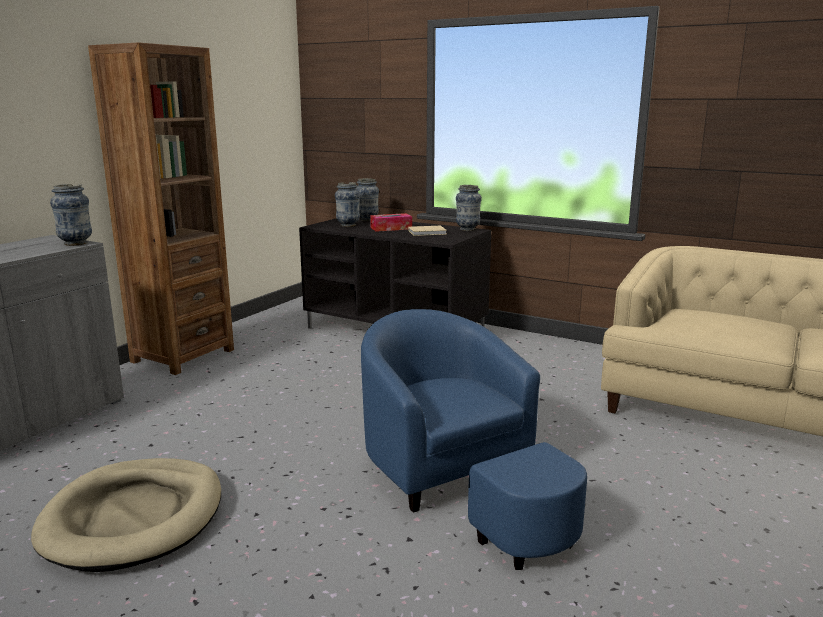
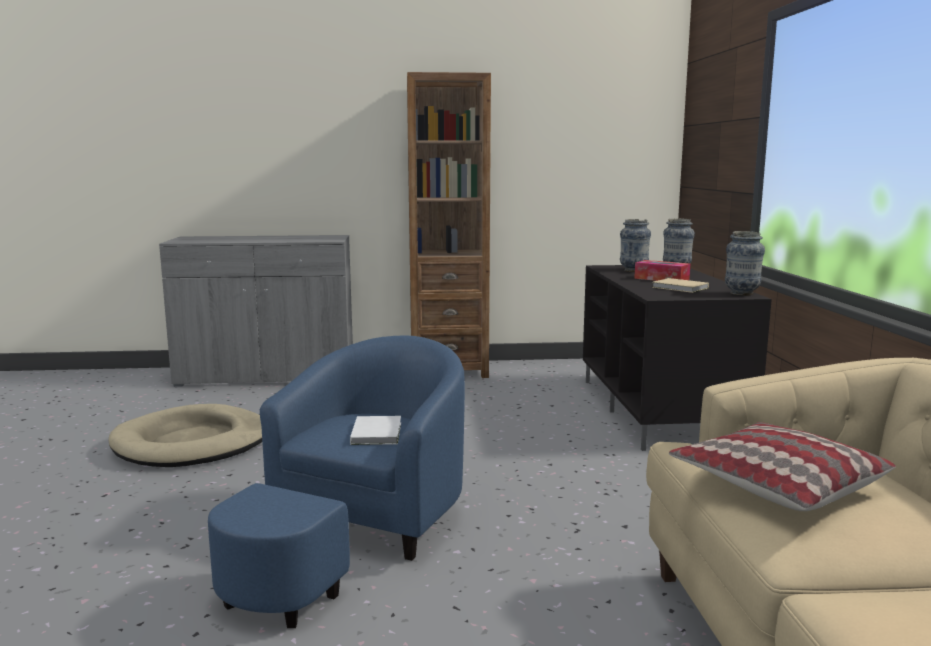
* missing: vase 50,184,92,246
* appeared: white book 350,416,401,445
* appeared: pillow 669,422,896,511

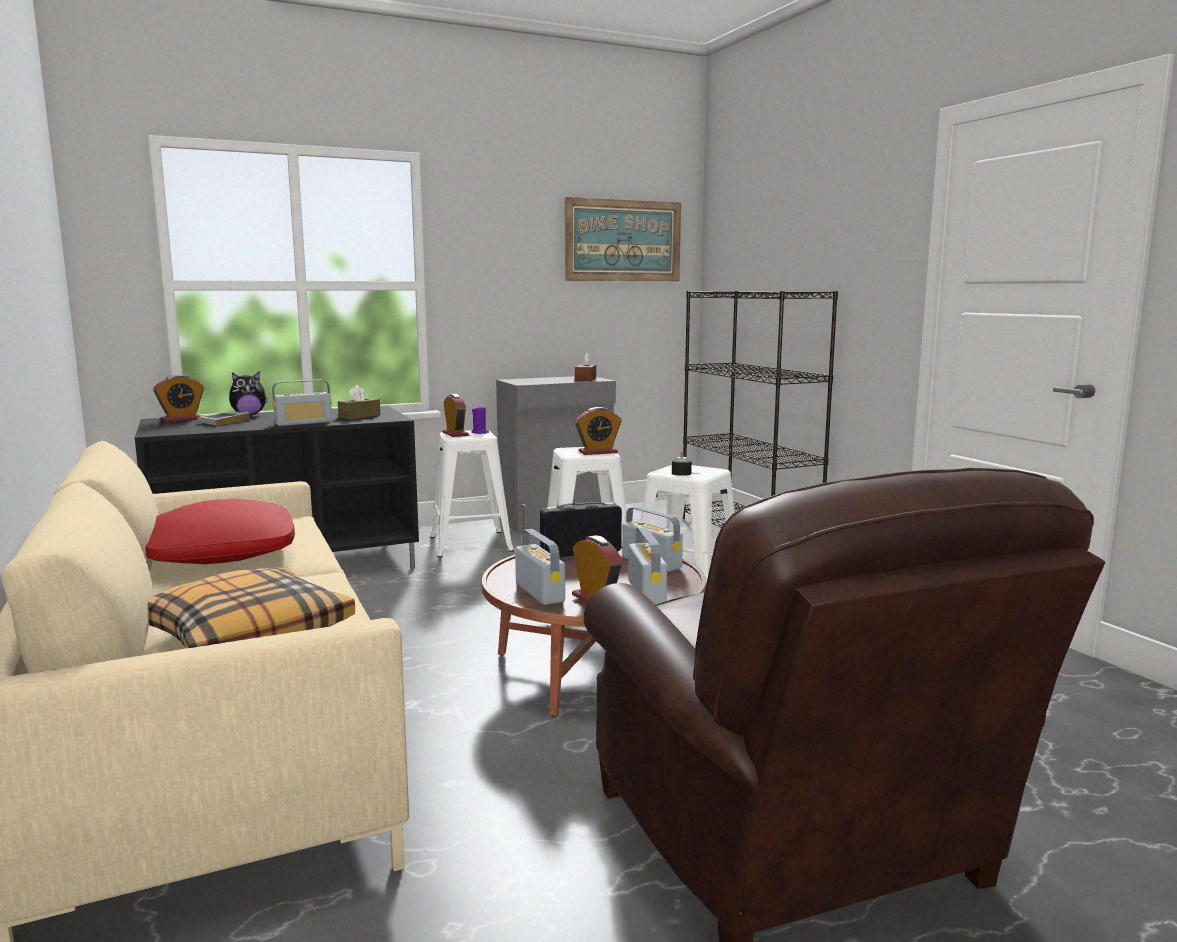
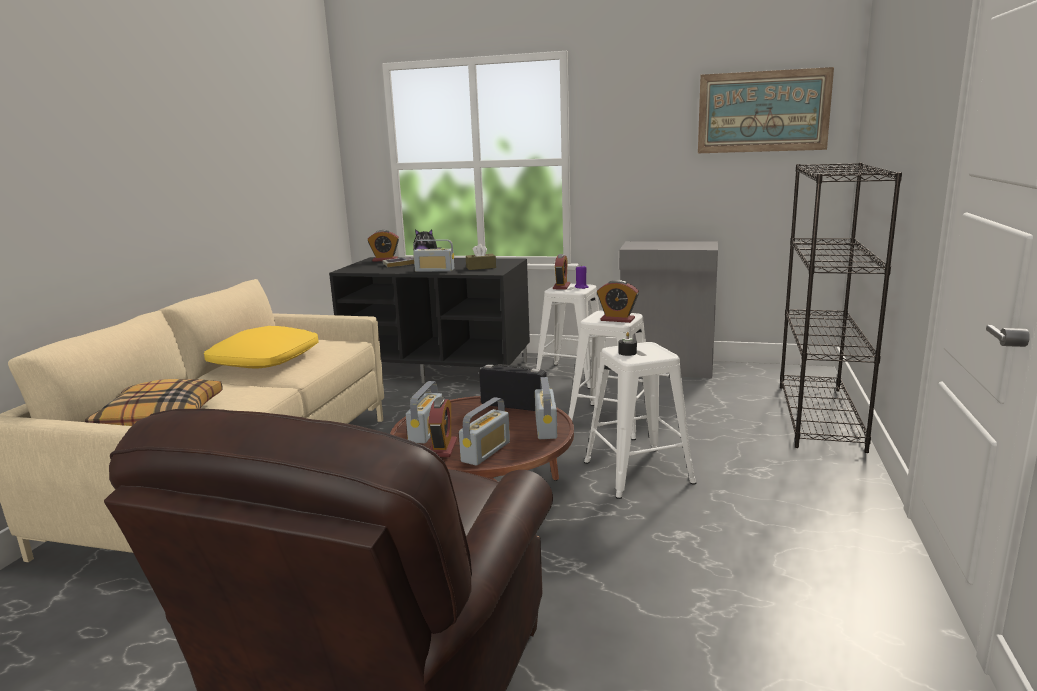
* missing: brown tissue box 575,353,596,381
* colour: red pillow 145,499,295,564 to yellow pillow 204,326,318,369

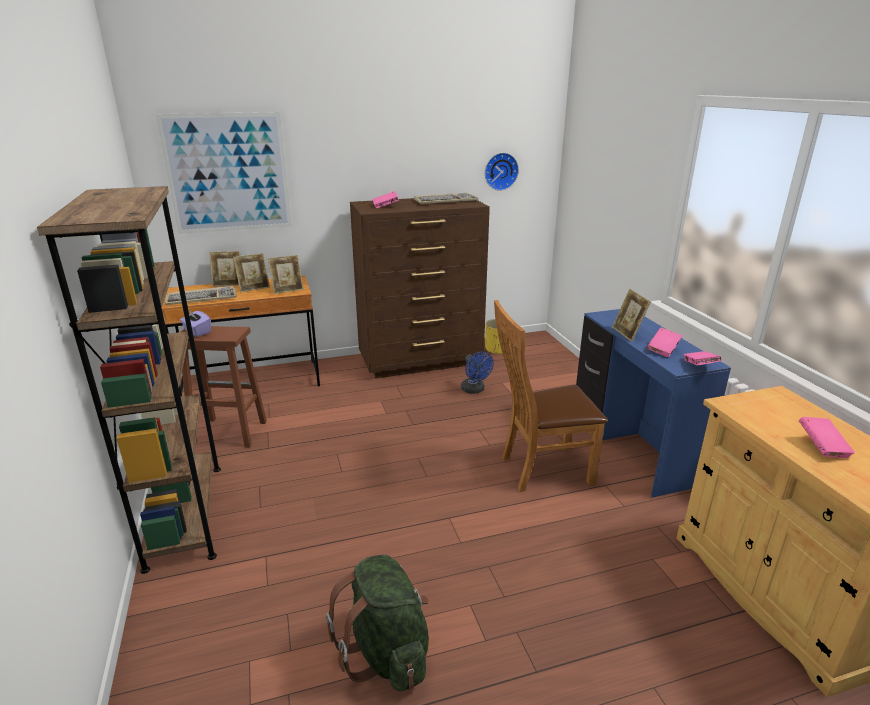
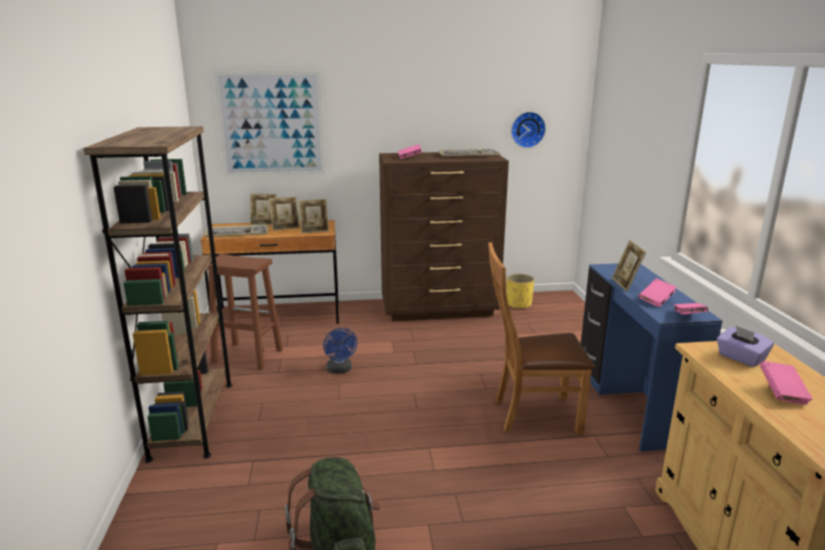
* relocated: purple tissue box 180,310,211,337 to 717,325,774,367
* relocated: blue fan 461,352,494,394 to 323,328,358,374

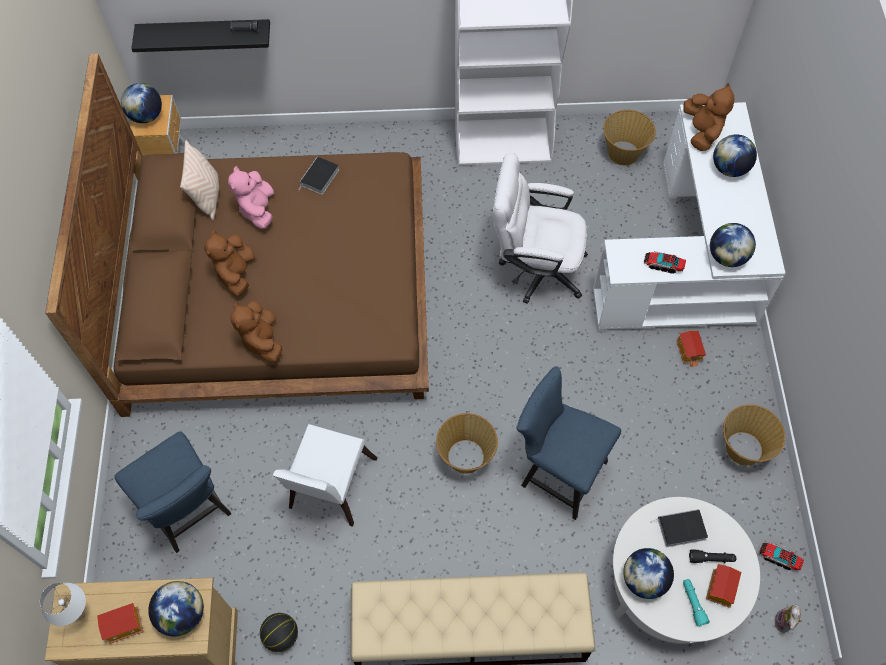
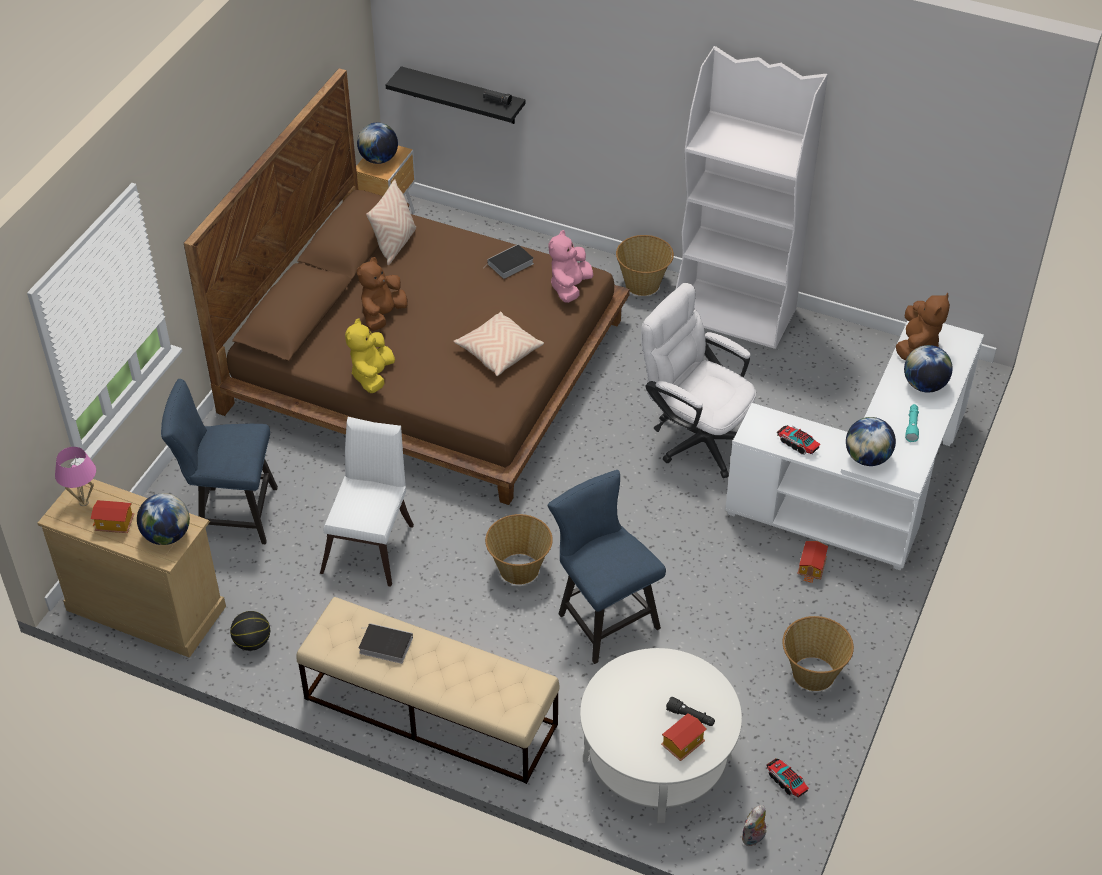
* relocated: basket 603,110,656,166 to 616,235,674,296
* relocated: pink plush toy 228,166,274,229 to 549,230,593,303
* colour: brown plush toy 230,301,282,362 to yellow plush toy 345,318,395,393
* spun: white chair 273,424,377,527 = 320,417,414,587 150 degrees clockwise
* spun: blue chair 114,432,231,553 = 161,379,278,544 105 degrees clockwise
* relocated: book 651,509,708,547 to 359,623,413,664
* missing: globe 623,548,674,599
* relocated: turquoise flashlight 683,579,710,627 to 905,404,919,442
* colour: white table lamp 40,583,86,626 to pink table lamp 55,447,96,506
* appeared: beige pillow 453,311,544,376

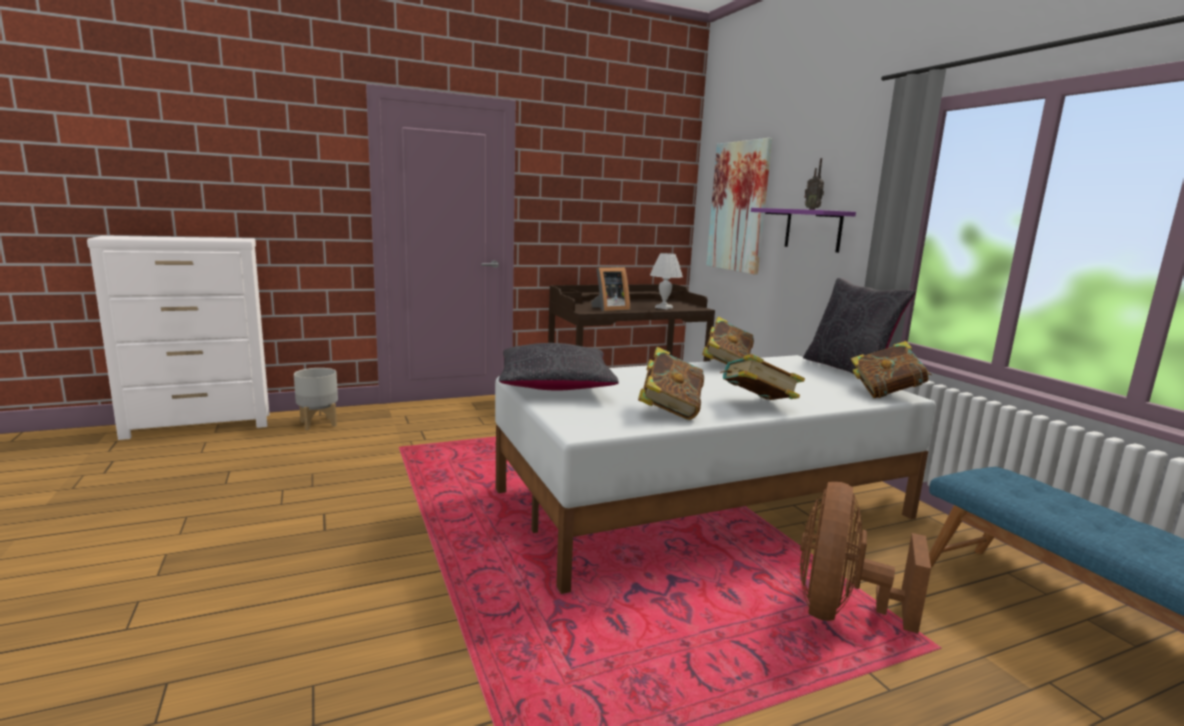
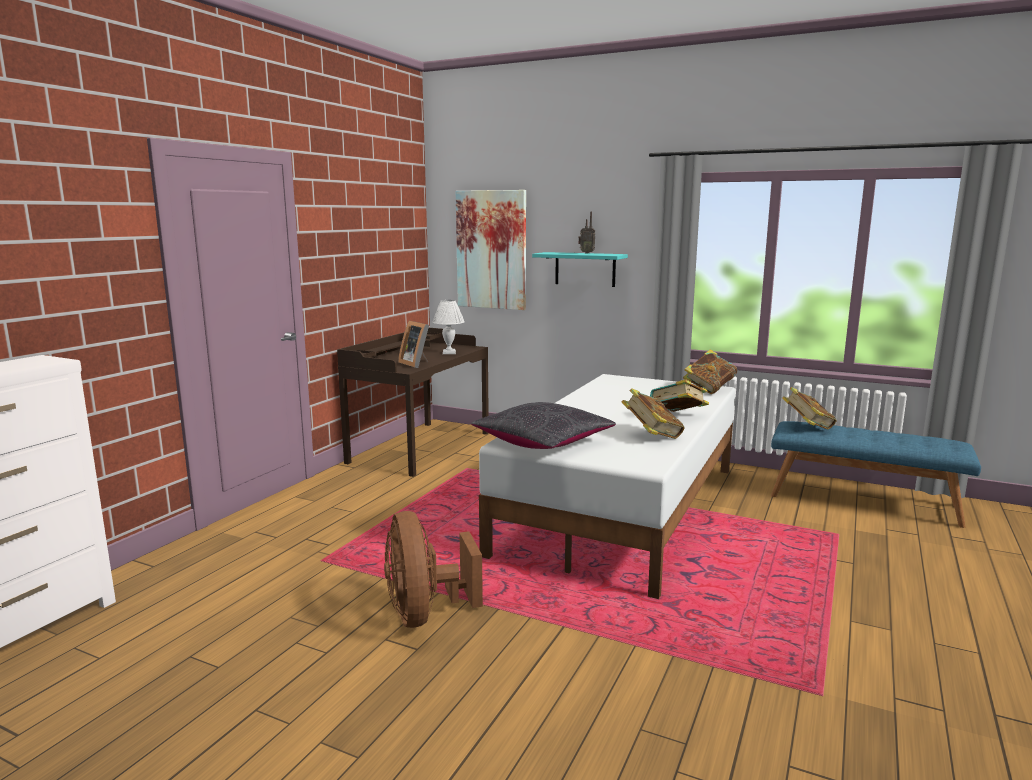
* colour: purple shelf 751,208,856,253 to turquoise shelf 532,252,628,287
* spun: picture frame 591,267,630,312 = 398,321,429,368 120 degrees clockwise
* missing: black pillow 803,278,916,374
* relocated: book 702,317,754,365 to 782,387,837,430
* missing: grey planter 294,368,338,430
* relocated: brown fan 800,482,931,633 to 384,511,483,628

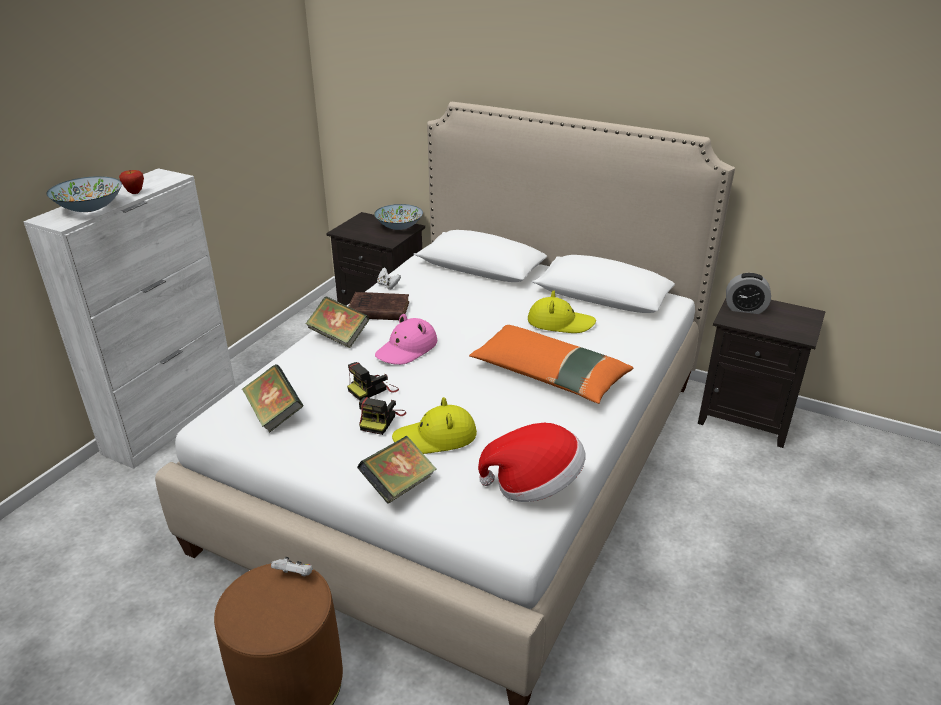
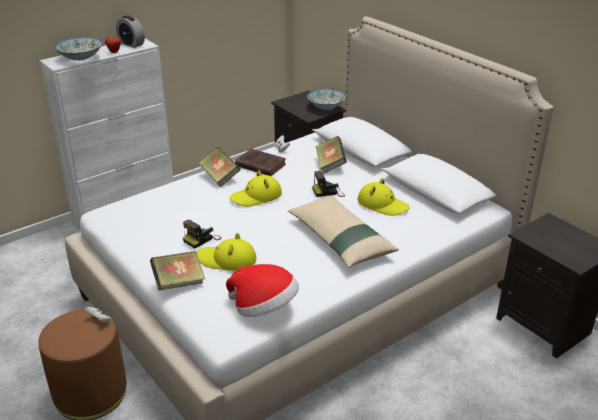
* relocated: alarm clock 726,273,771,314 to 116,15,145,48
* colour: pink hat 375,314,437,365 to yellow hat 230,170,282,207
* colour: orange pillow 469,325,634,404 to beige pillow 288,196,399,268
* relocated: photo camera 347,362,399,400 to 312,171,345,197
* relocated: book 242,365,304,432 to 316,136,347,173

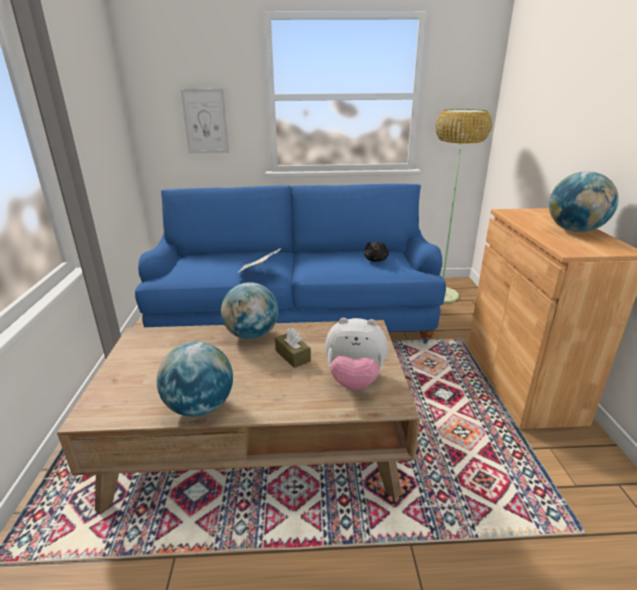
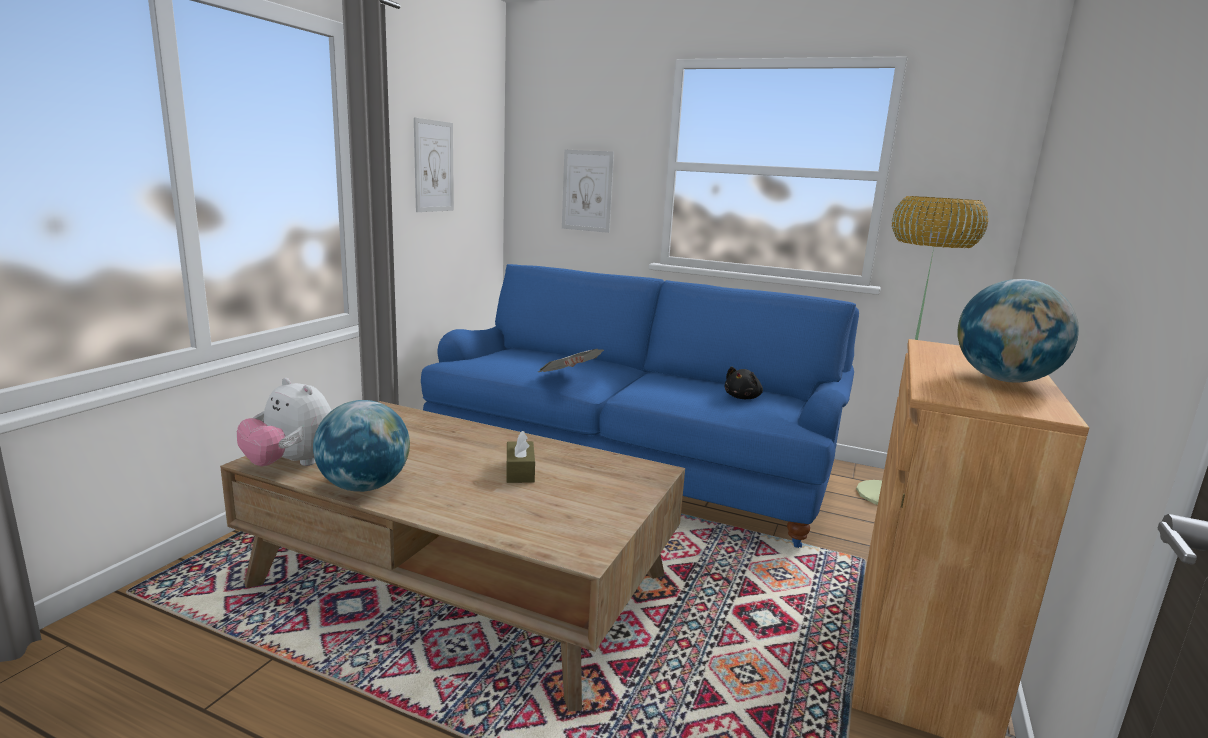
* missing: globe 221,282,279,339
* relocated: plush toy 325,318,388,390 to 237,378,332,466
* appeared: picture 414,117,454,212

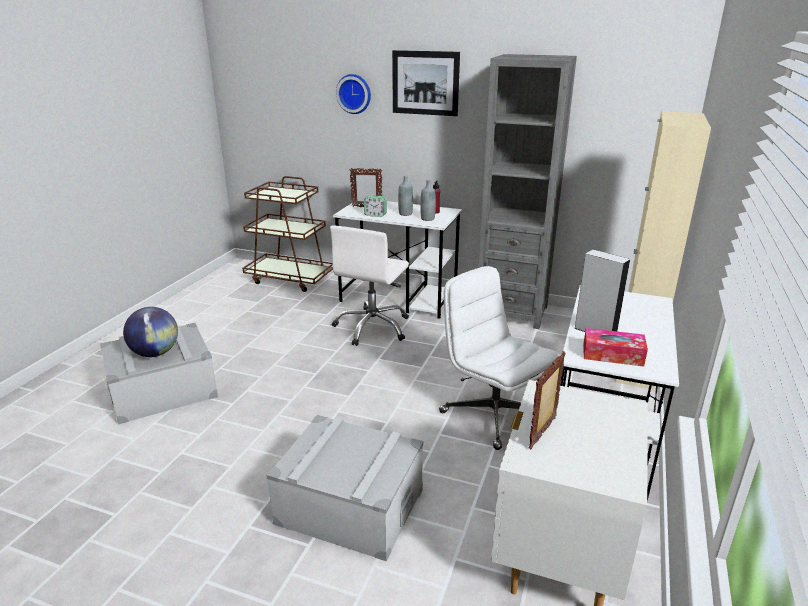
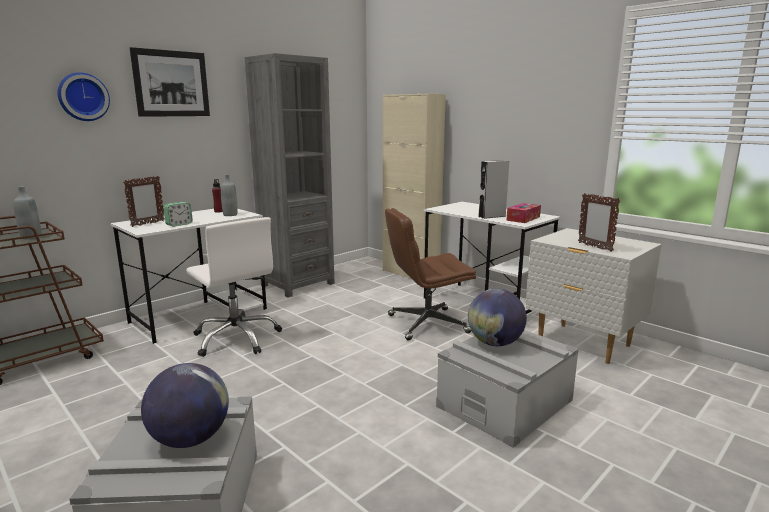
* relocated: grey bottle 398,175,413,216 to 13,186,41,239
* colour: white office chair 439,266,560,450 to brown office chair 385,208,476,340
* appeared: globe 468,289,527,346

